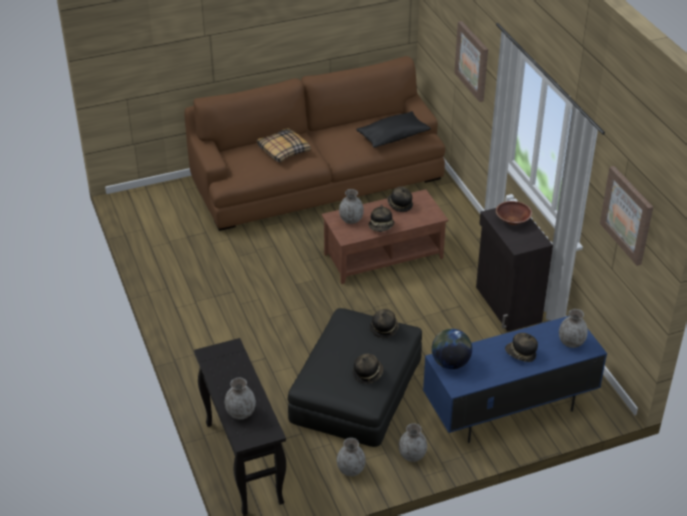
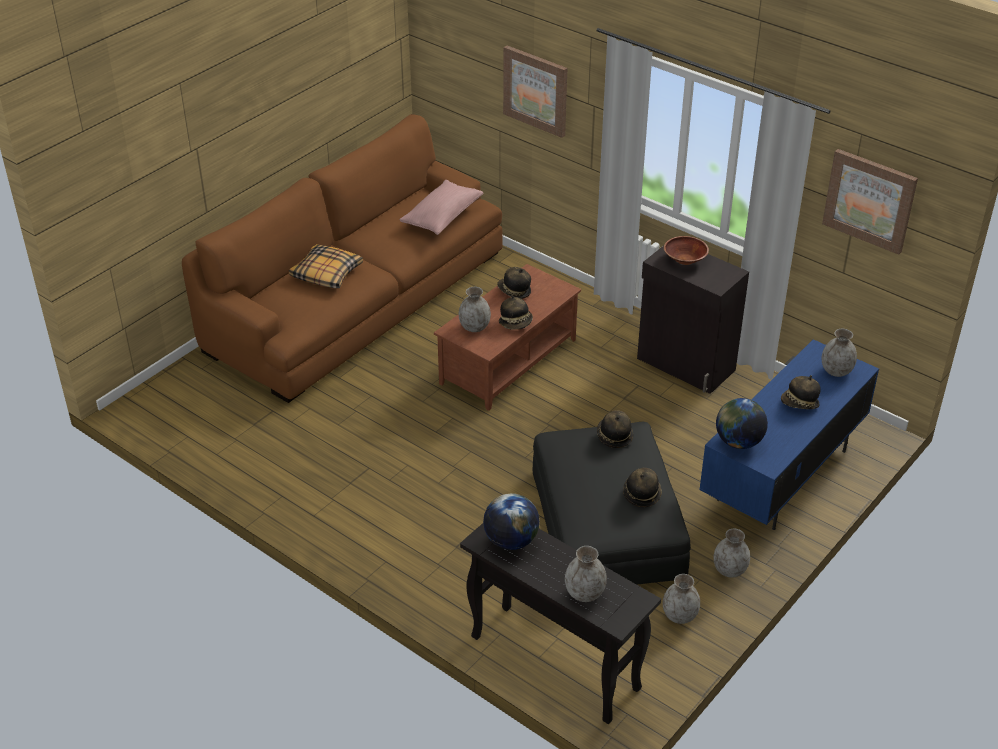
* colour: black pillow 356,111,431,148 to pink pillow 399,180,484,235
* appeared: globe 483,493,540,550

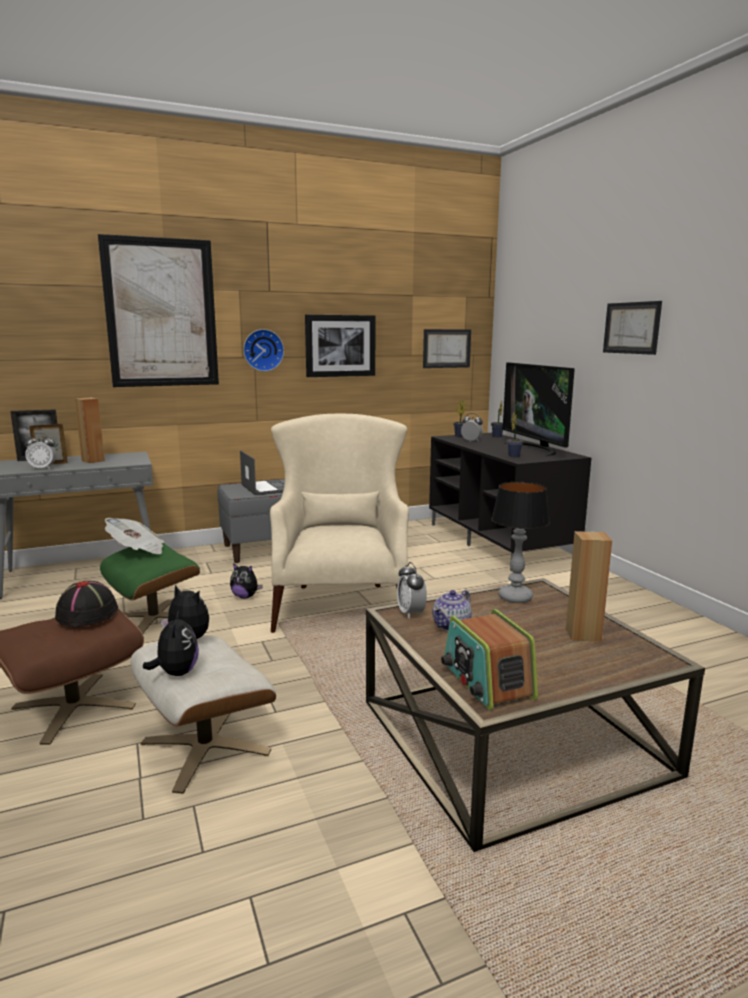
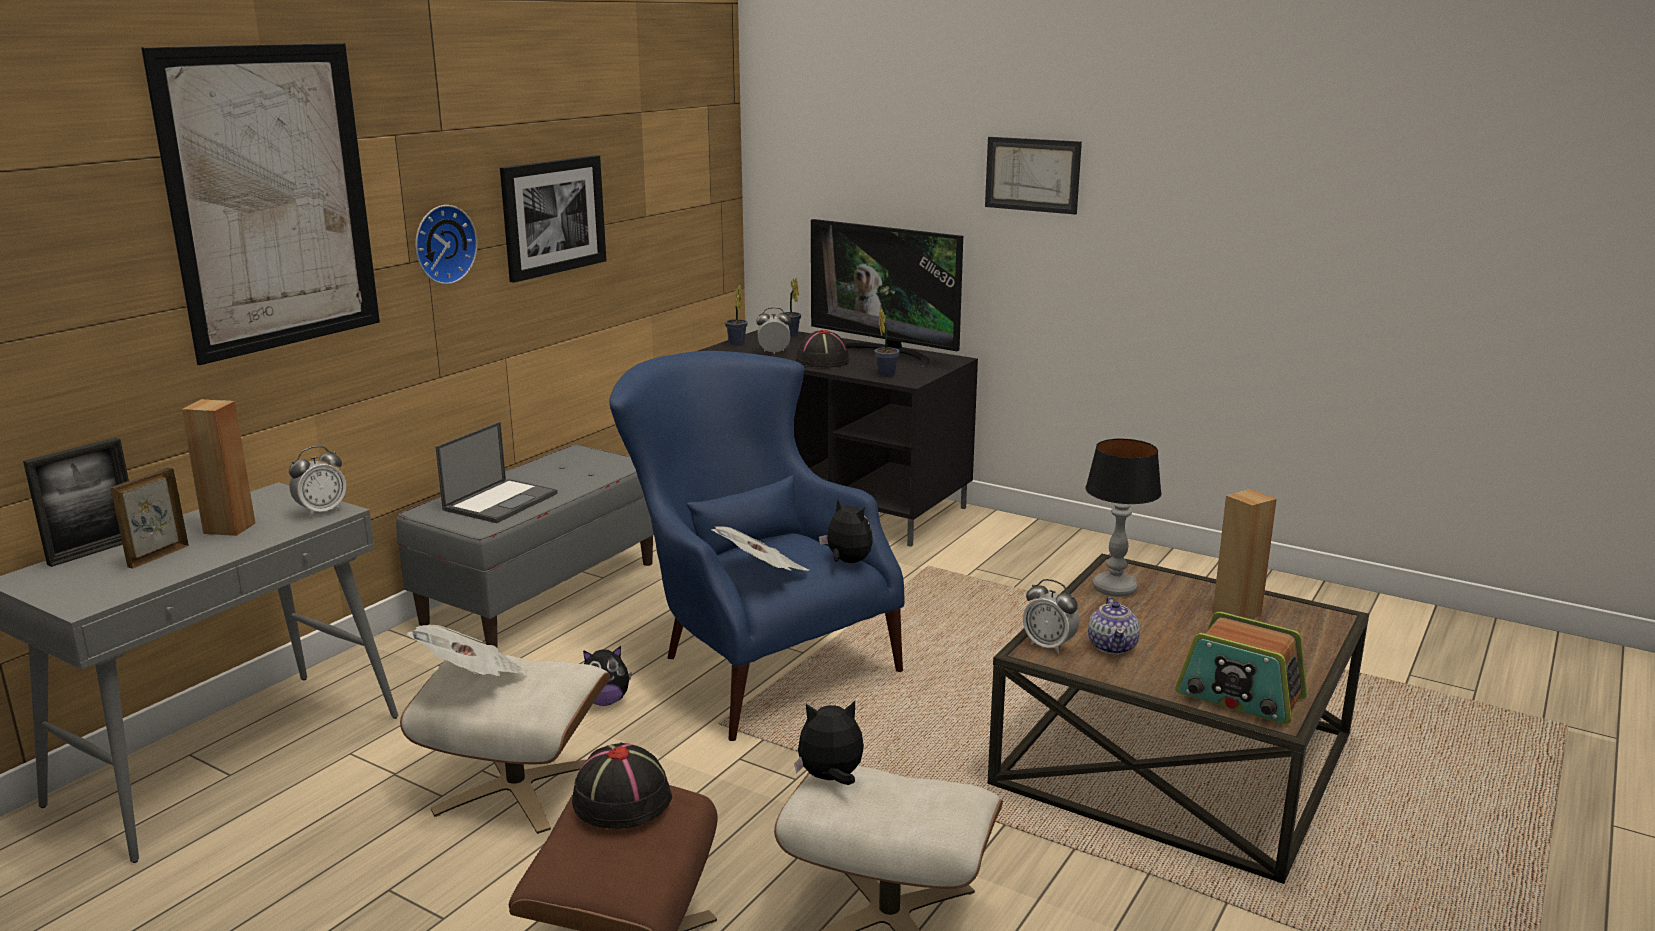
* missing: picture 423,329,471,368
* colour: beige armchair 270,414,409,633 to blue armchair 609,351,904,741
* relocated: alarm clock 25,433,57,470 to 289,446,346,517
* spun: laptop 240,450,284,496 = 436,422,558,523 90 degrees clockwise
* colour: green ottoman 100,543,200,633 to beige ottoman 400,655,610,834
* relocated: plush toy 143,610,199,676 to 819,499,873,563
* appeared: black hat 796,330,849,368
* appeared: newspaper 711,526,809,571

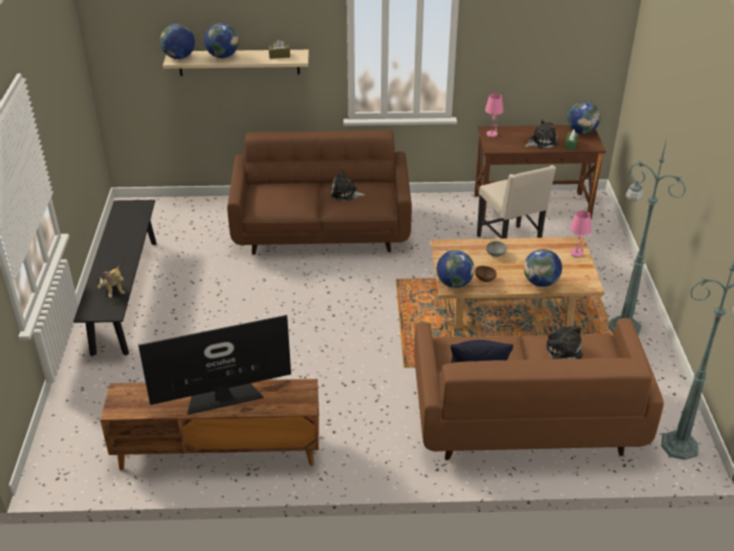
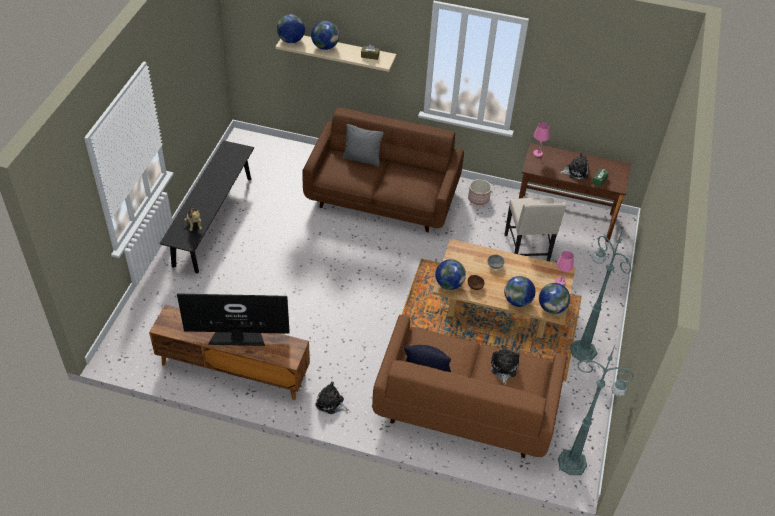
* relocated: globe 568,102,600,134 to 539,283,570,314
* relocated: plush toy 331,169,366,201 to 315,382,349,414
* appeared: grey pillow 343,124,384,166
* appeared: planter 468,179,491,205

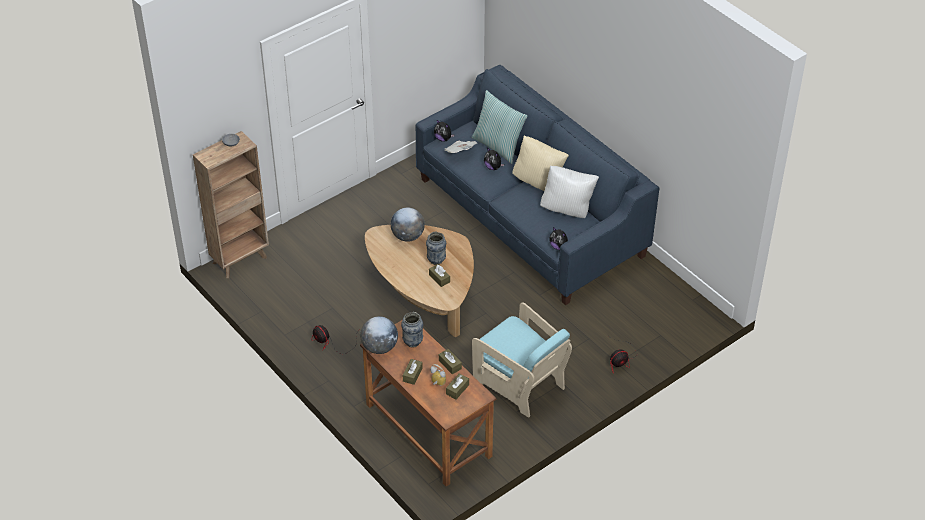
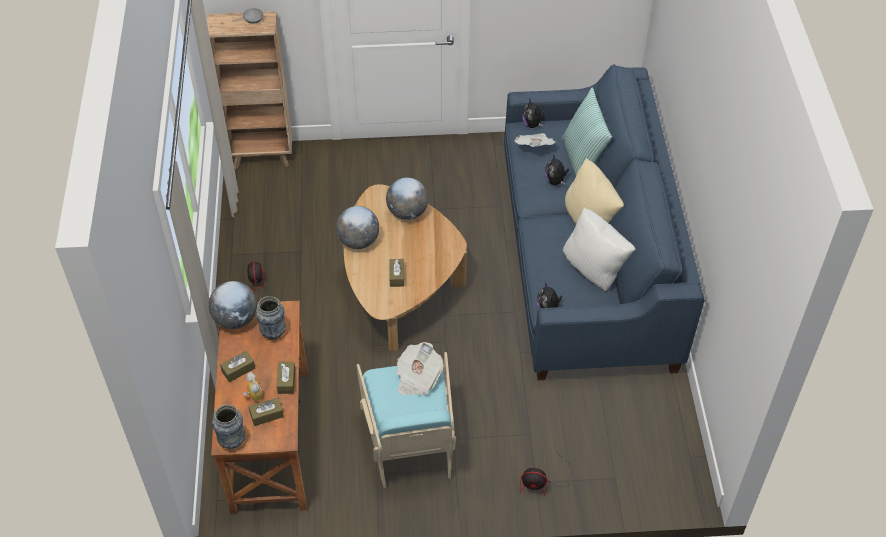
* relocated: vase 426,231,446,265 to 212,404,245,449
* appeared: globe 336,206,379,249
* appeared: newspaper 396,342,444,396

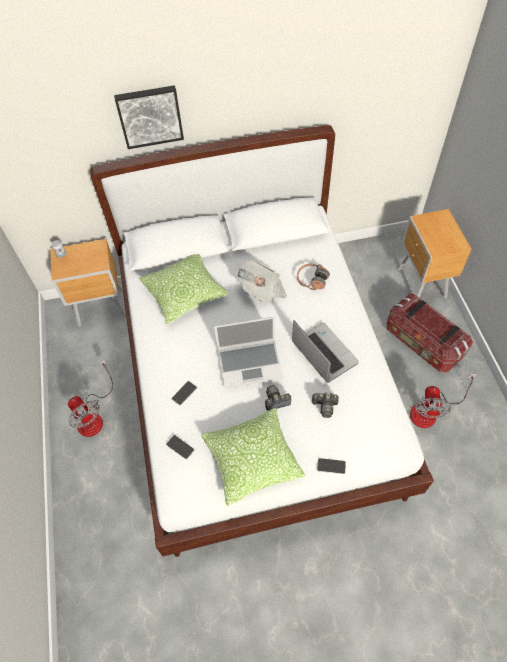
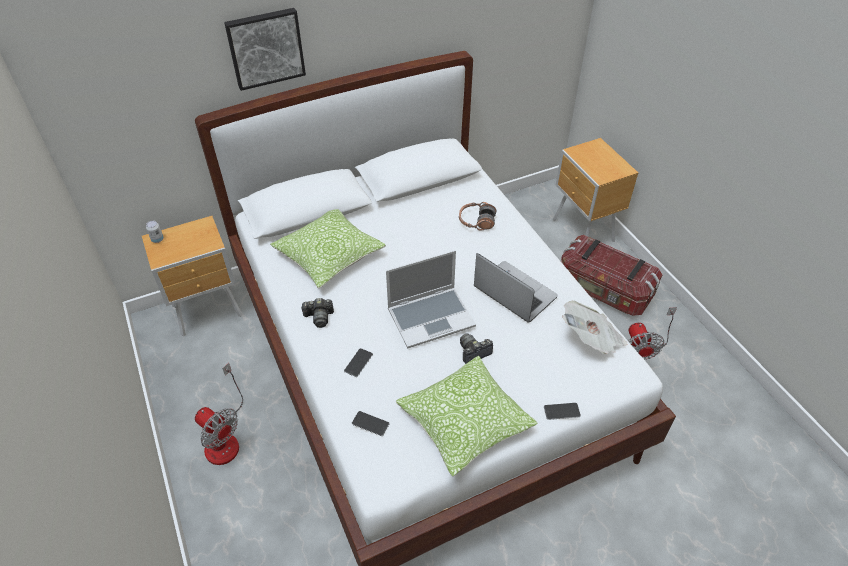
* relocated: newspaper 236,260,287,302 to 562,301,627,354
* relocated: photo camera 312,393,339,418 to 301,298,334,328

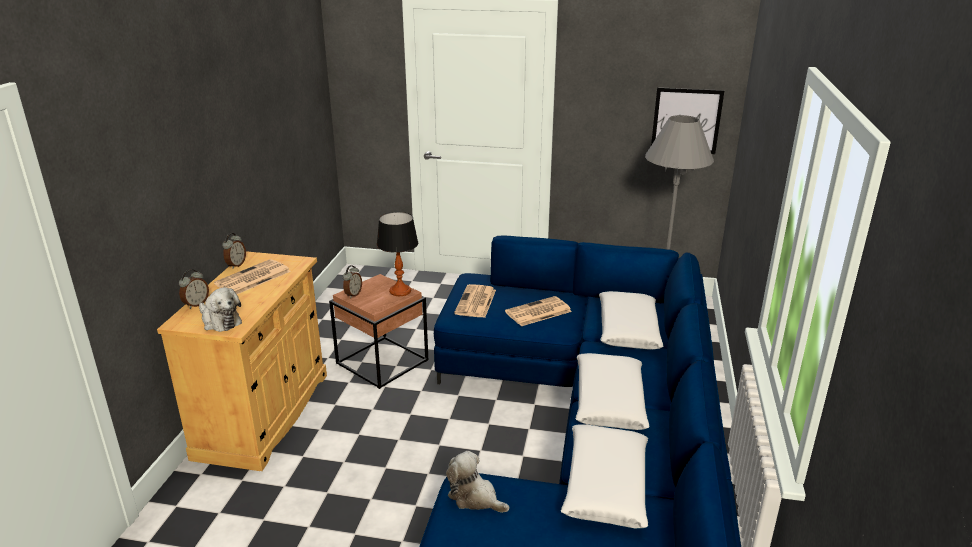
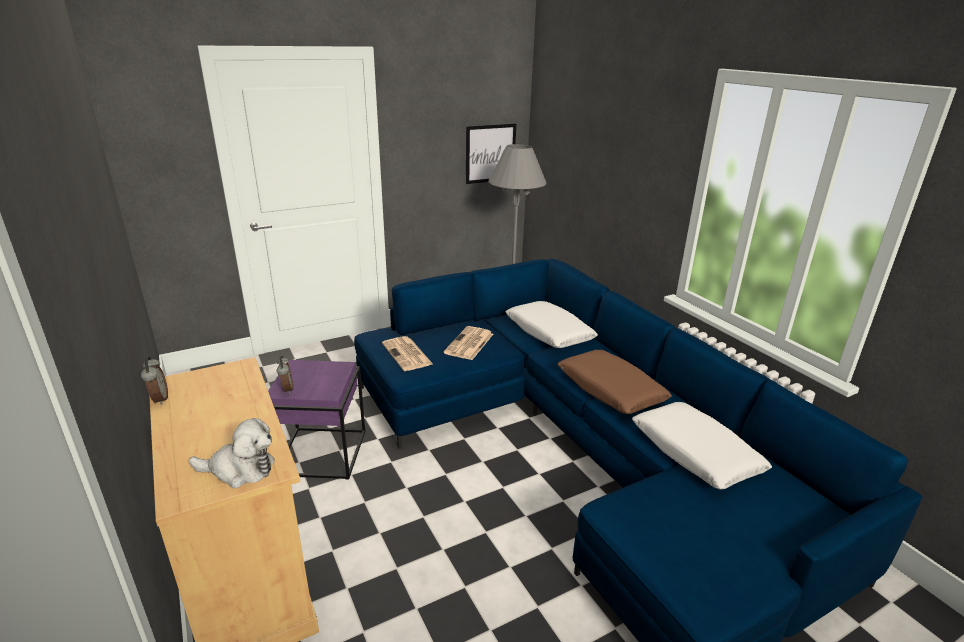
* missing: table lamp 377,212,418,296
* missing: newspaper 214,259,291,294
* missing: alarm clock 179,269,209,309
* colour: brown side table 329,274,428,389 to purple side table 268,360,365,479
* colour: white pillow 575,353,650,430 to brown pillow 558,350,672,414
* missing: plush toy 446,451,509,513

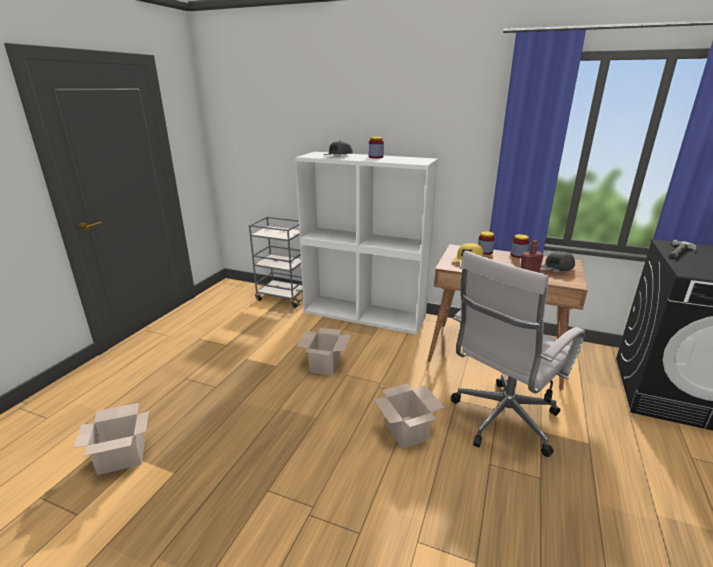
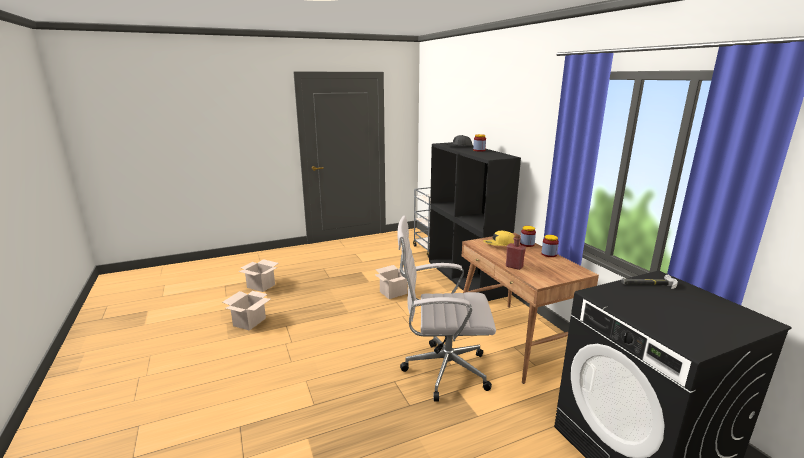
* colour: white bookcase 295,152,438,335 to black bookcase 429,142,521,301
* missing: grey cap 541,251,575,271
* relocated: cardboard box 374,384,445,449 to 223,291,271,331

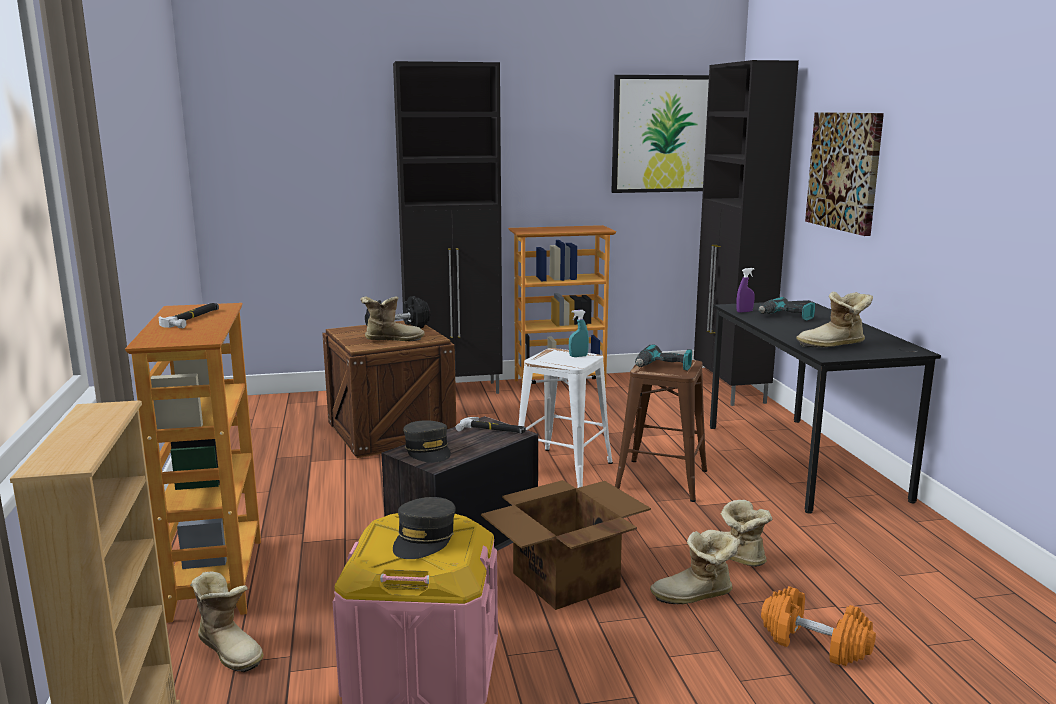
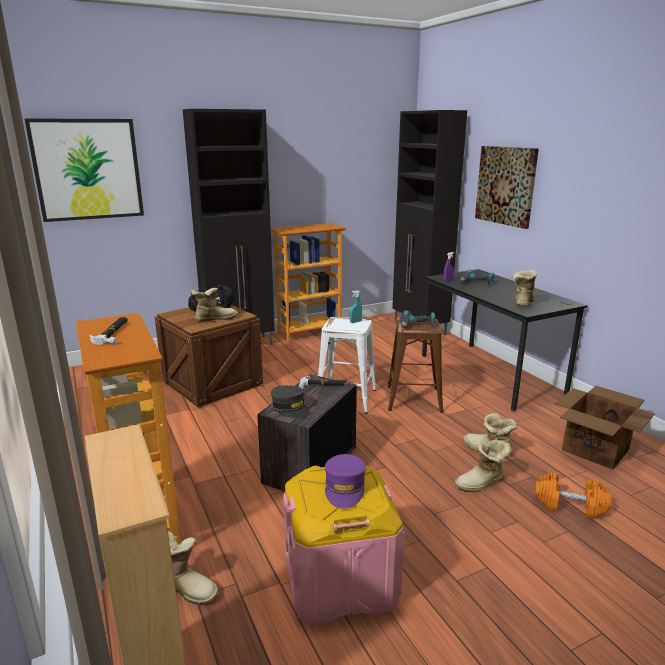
* relocated: picture 611,75,709,193 to 24,118,144,222
* spun: boot 796,291,873,348 = 513,270,537,306 135 degrees clockwise
* relocated: cardboard box 481,480,651,610 to 555,386,655,470
* colour: grey cap 393,497,456,559 to purple cap 325,454,366,509

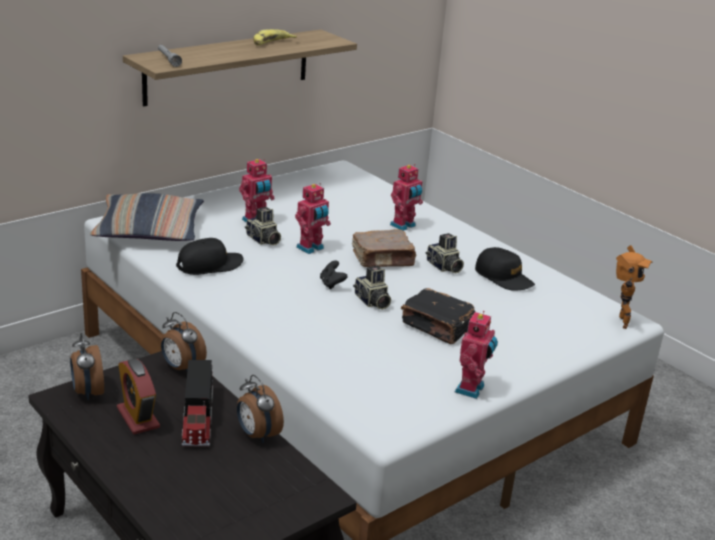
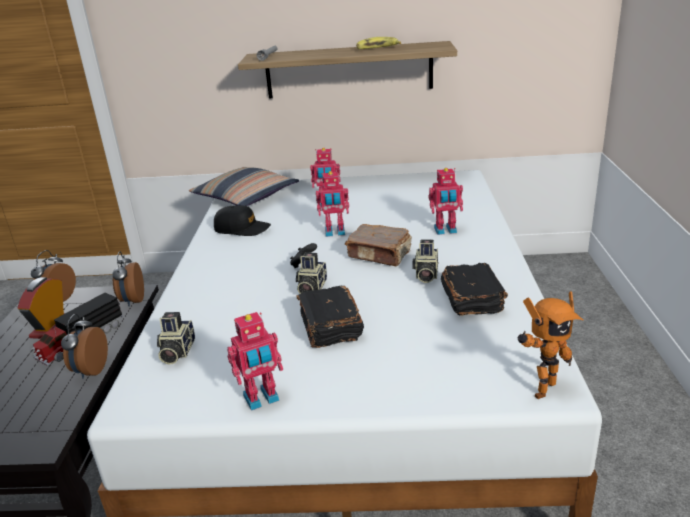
* relocated: photo camera 245,207,281,246 to 157,312,195,365
* exchanged: black cap 475,247,535,291 to black book 441,263,508,316

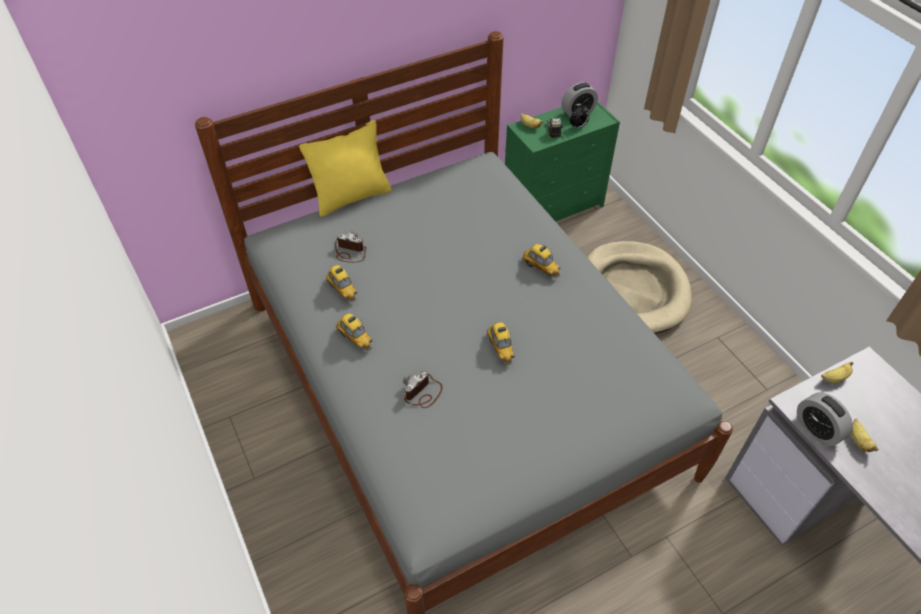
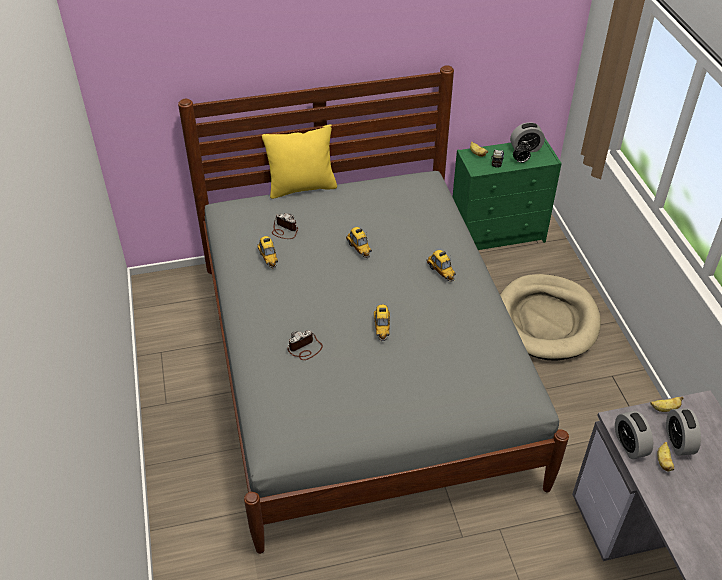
* relocated: toy car 335,313,373,351 to 346,227,372,258
* appeared: alarm clock 666,408,701,456

